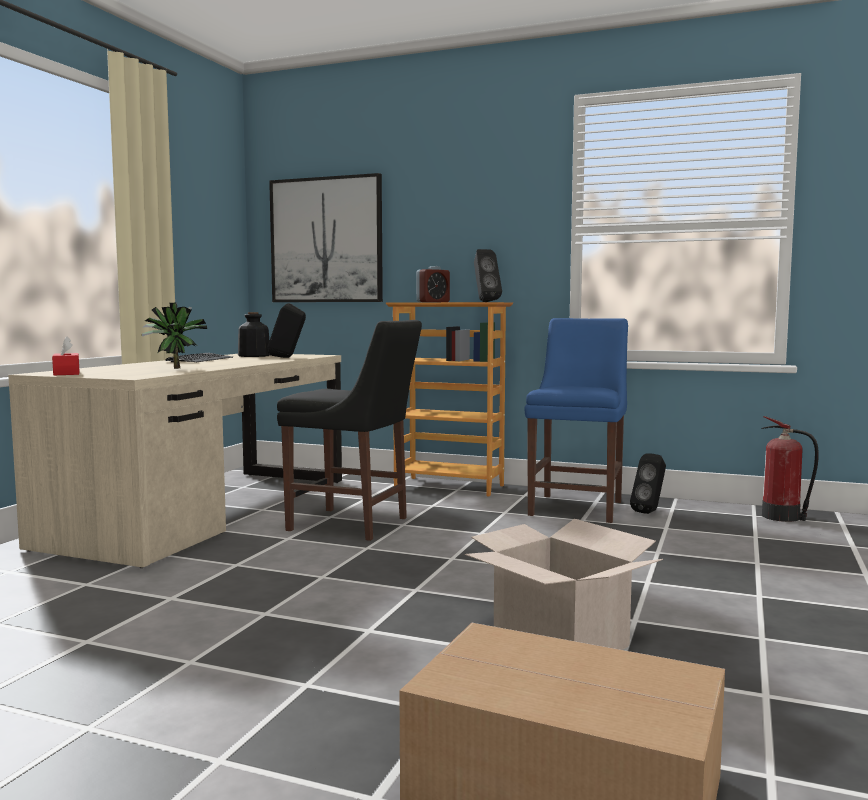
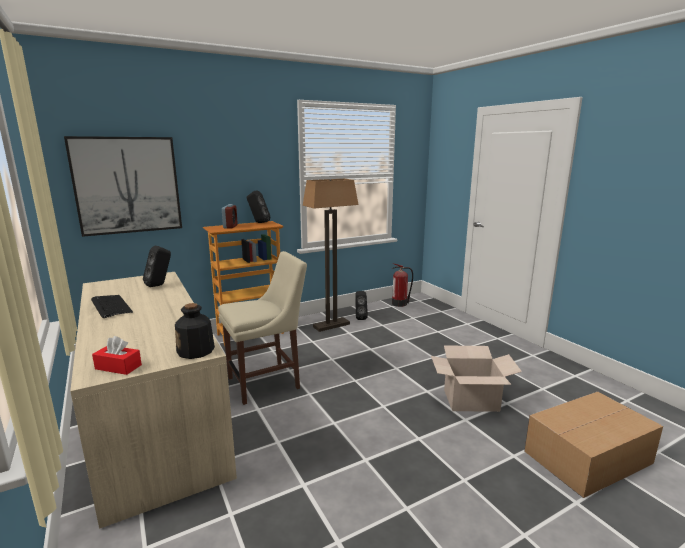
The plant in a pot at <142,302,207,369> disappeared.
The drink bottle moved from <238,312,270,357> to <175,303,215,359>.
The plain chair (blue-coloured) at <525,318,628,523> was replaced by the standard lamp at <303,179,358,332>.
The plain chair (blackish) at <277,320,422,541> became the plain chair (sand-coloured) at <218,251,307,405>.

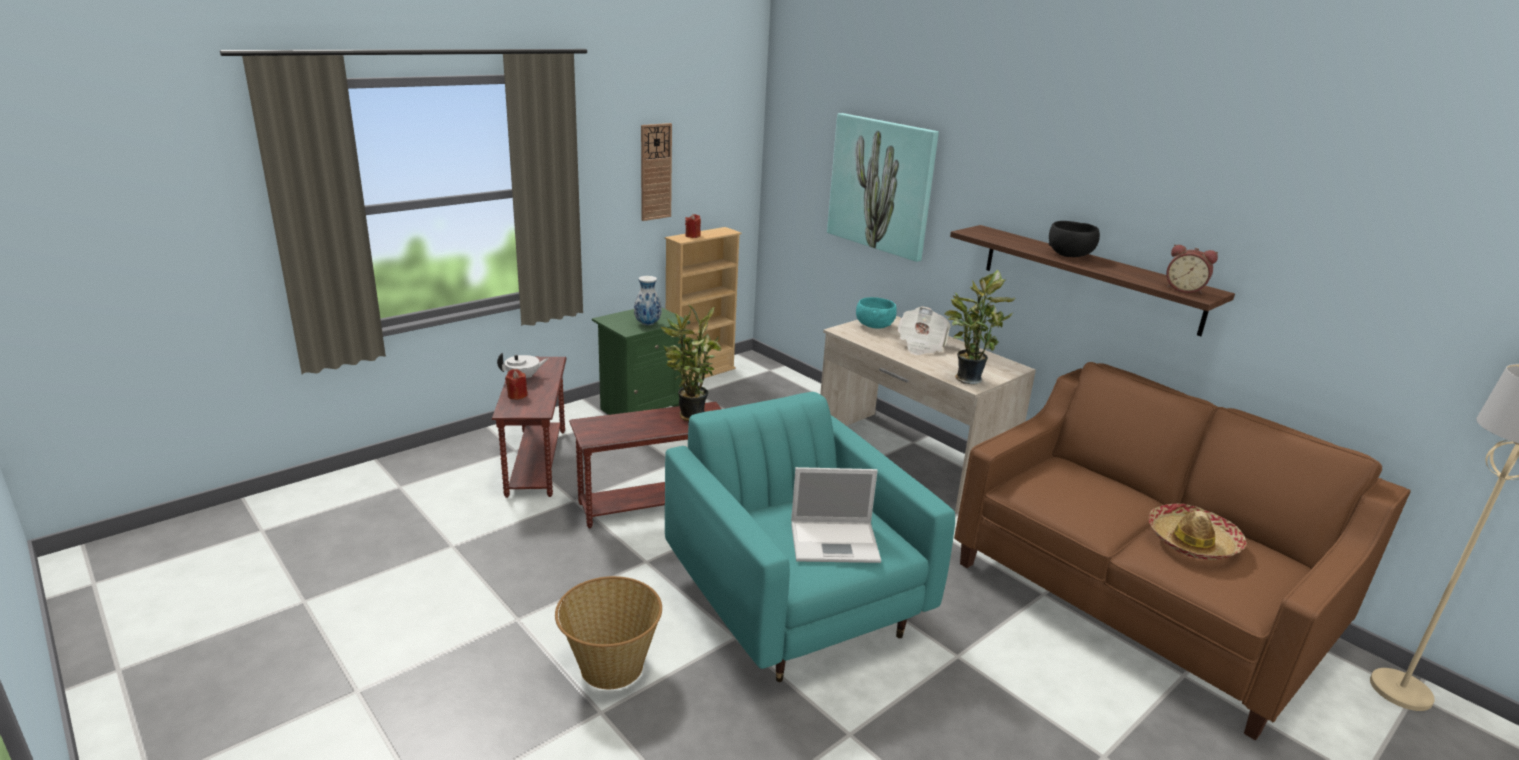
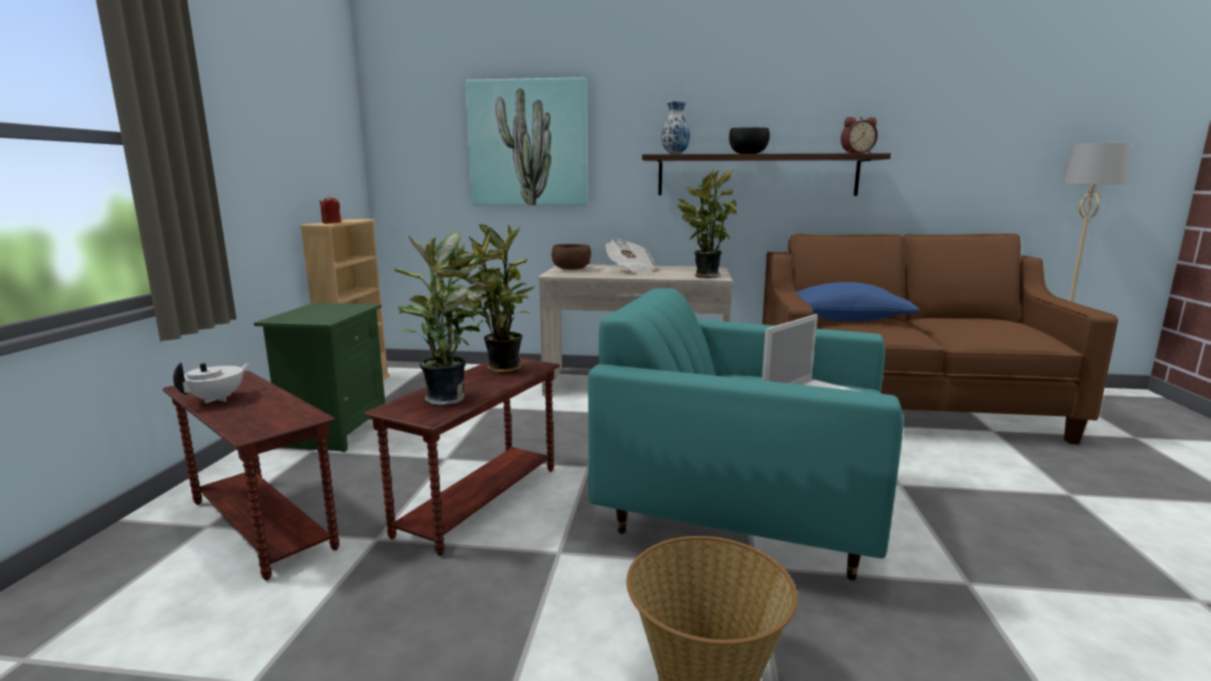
The wax candle (reddish) at <505,369,528,400> disappeared.
The hanging clock at <641,123,672,221> disappeared.
The wearable hat at <1149,503,1247,560> disappeared.
The plant in a pot at <394,232,490,406> appeared.
The pillow (blue-coloured) at <794,282,919,322> appeared.
The decorative vase moved from <634,276,662,325> to <662,100,690,154>.
The serving bowl (blue-green) at <856,297,897,329> became the serving bowl (brown) at <552,244,591,270>.

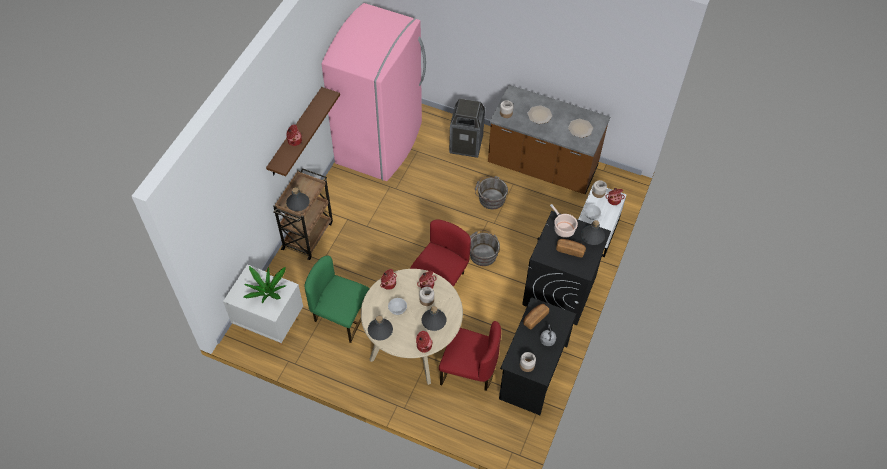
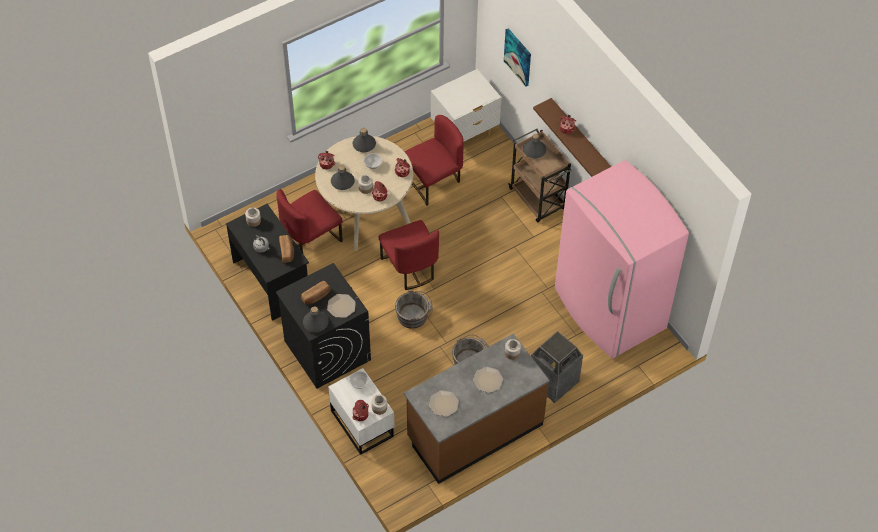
The plant in a pot at <243,266,286,303> disappeared.
The wall art at <504,28,531,87> appeared.
The cooking pot at <550,204,578,238> was replaced by the flat dish at <327,294,356,318>.
The plain chair (greenish) at <305,256,370,343> became the plain chair (reddish) at <405,115,464,206>.

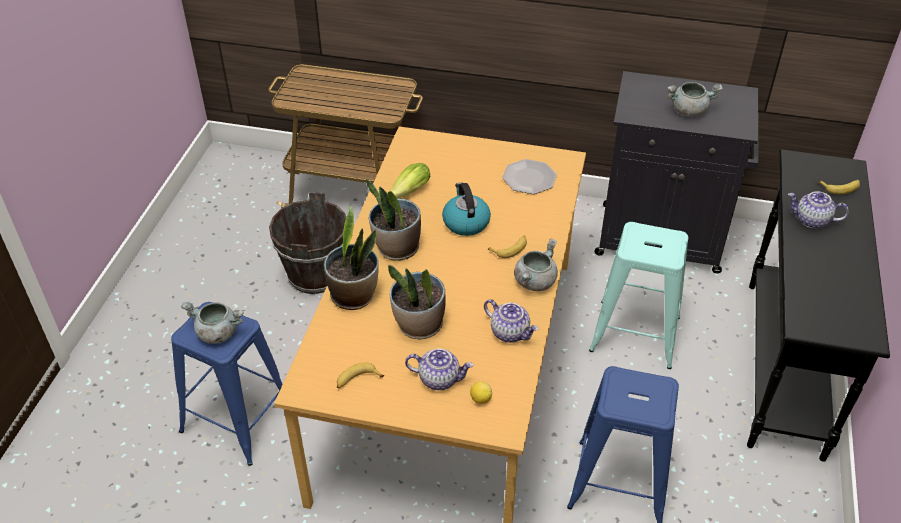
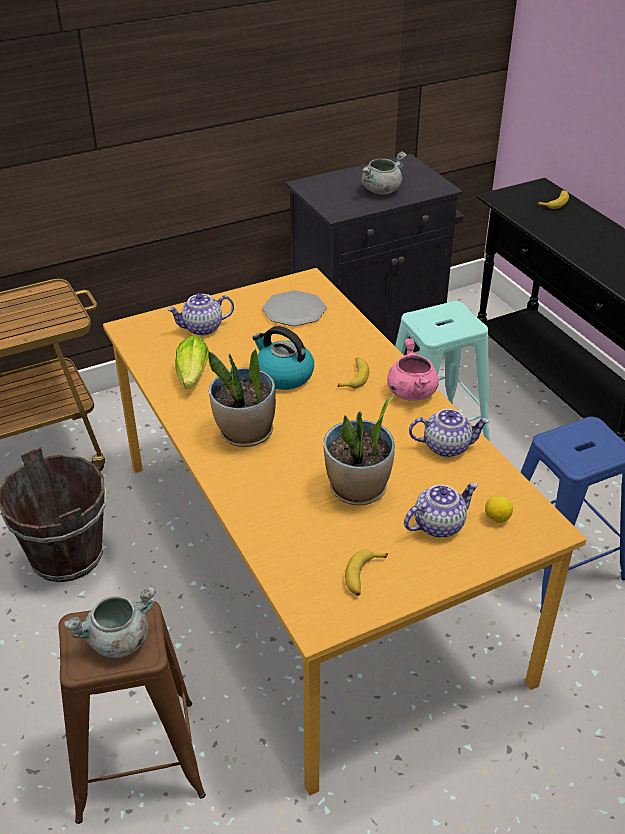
The plant in a pot at <324,206,379,310> disappeared.
The pot for tea moved from <788,191,849,229> to <167,293,234,336>.
The sitting stool (blue-coloured) at <171,302,283,466> became the sitting stool (brown) at <58,601,206,824>.
The cooking pot (grey) at <514,239,558,291> became the cooking pot (pink-coloured) at <387,339,439,401>.

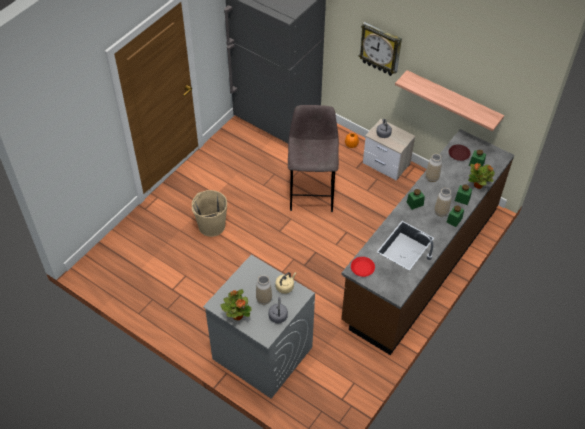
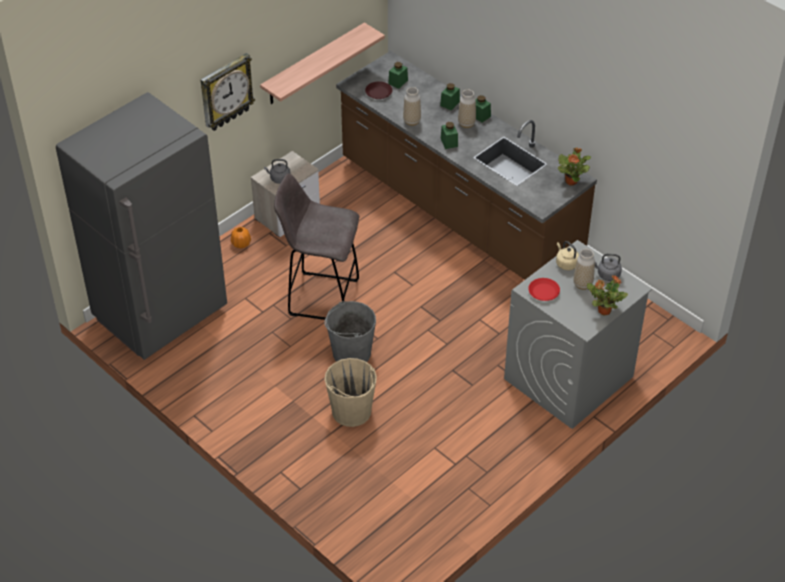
The bucket (grey) at <324,301,376,362> appeared.
The flat dish (reddish) moved from <351,257,375,277> to <528,278,560,301>.
The plant in a pot moved from <468,163,495,189> to <558,147,591,185>.

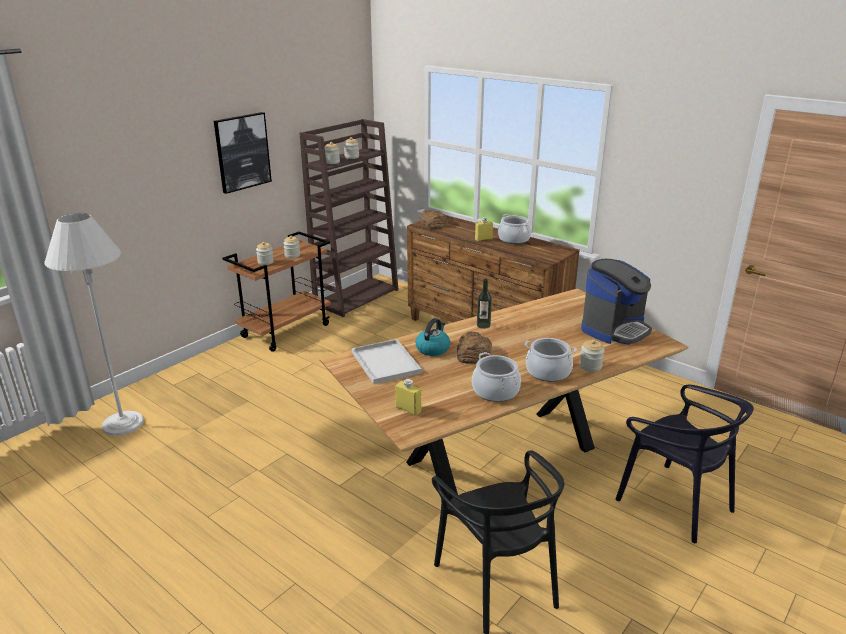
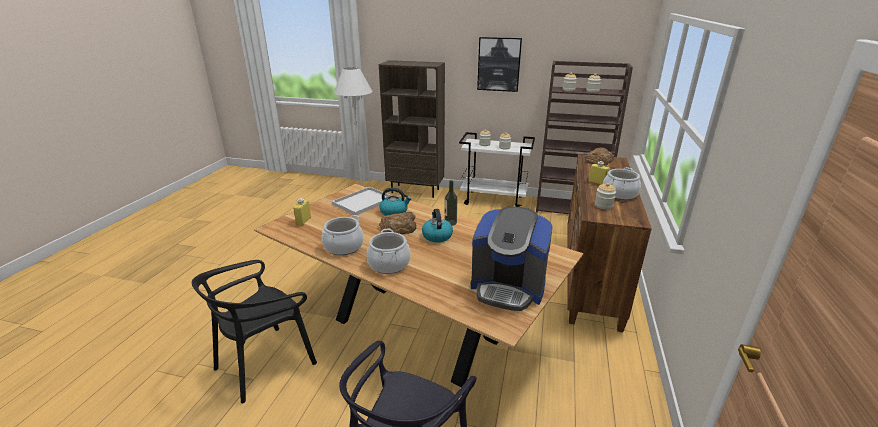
The bookcase (brown) at <379,60,445,198> appeared.
The tea kettle at <422,209,453,243> appeared.
The jar moved from <580,340,605,372> to <595,183,616,209>.
The cart (brown) at <222,232,331,352> became the cart (white-coloured) at <459,132,535,207>.

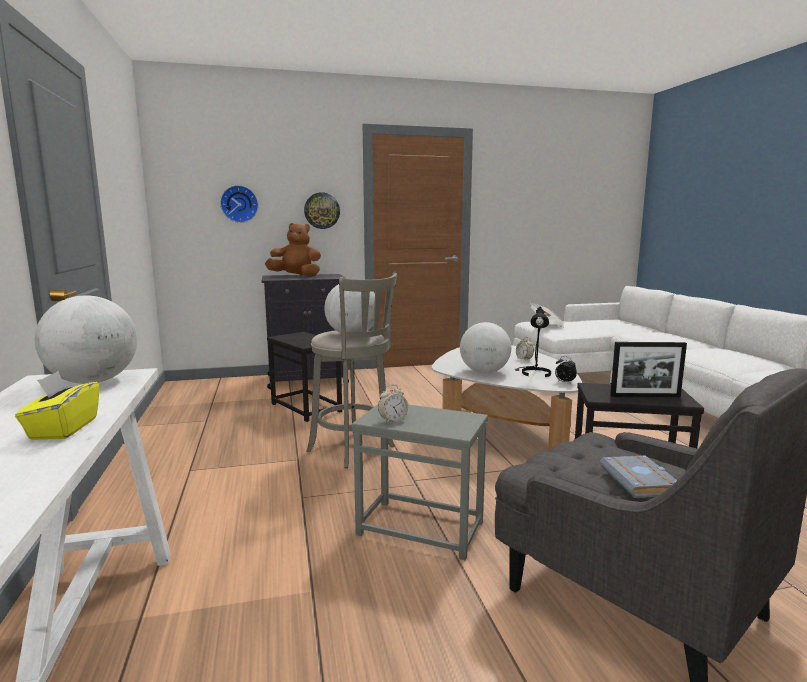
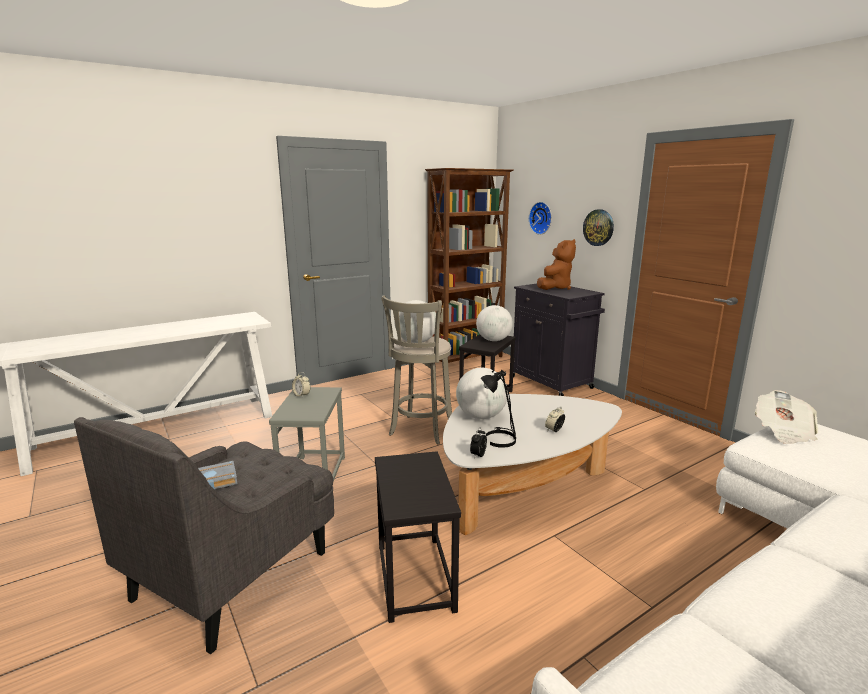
The tissue holder (yellow) at <15,371,99,440> disappeared.
The photo frame at <610,342,687,397> disappeared.
The bookcase (brown) at <425,168,514,363> appeared.
The desk globe moved from <35,296,137,384> to <476,305,513,341>.
The plush toy (brown) at <265,223,321,277> turned 45 degrees clockwise.

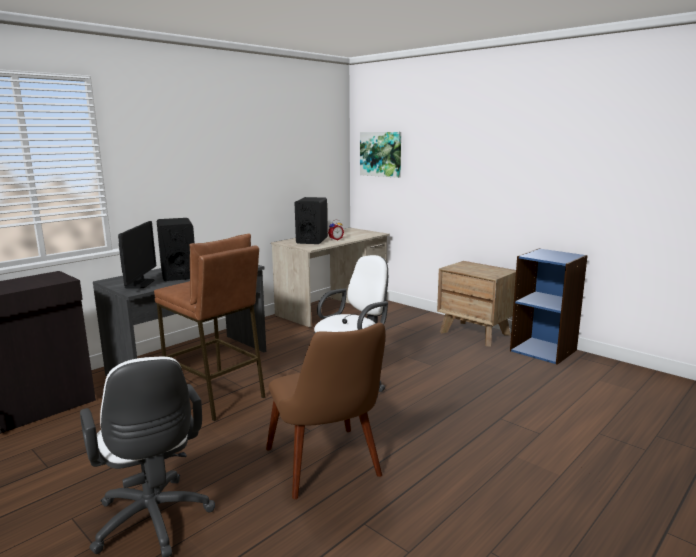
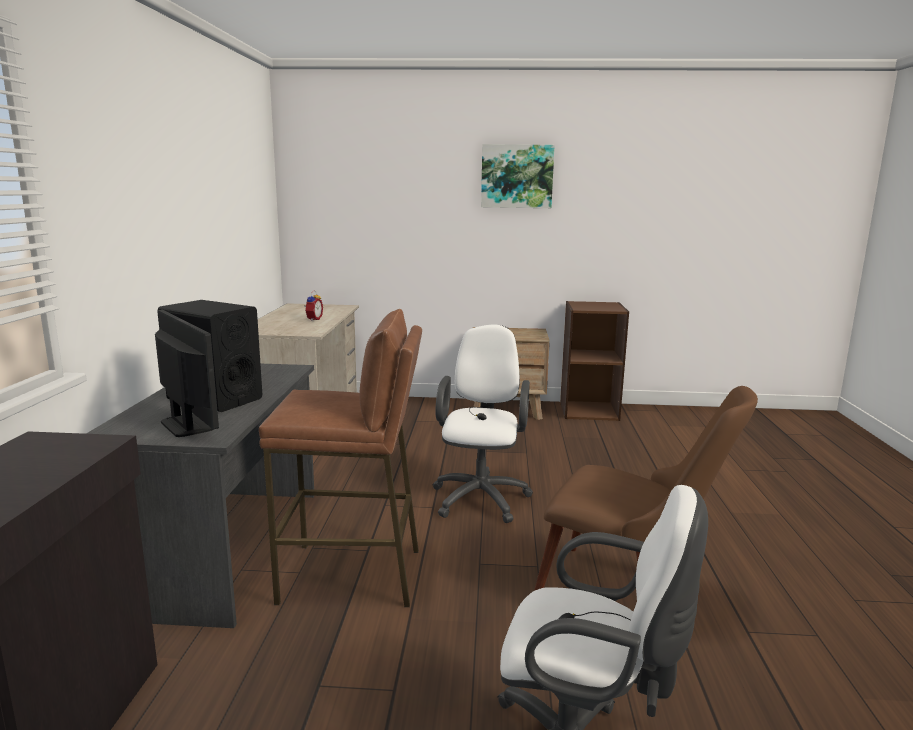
The audio speaker (blackish) at <295,197,328,244> disappeared.
The wall art moved from <360,132,401,178> to <481,144,555,208>.
The bookcase (blue-coloured) at <510,248,588,365> became the bookcase (brown) at <560,301,629,421>.

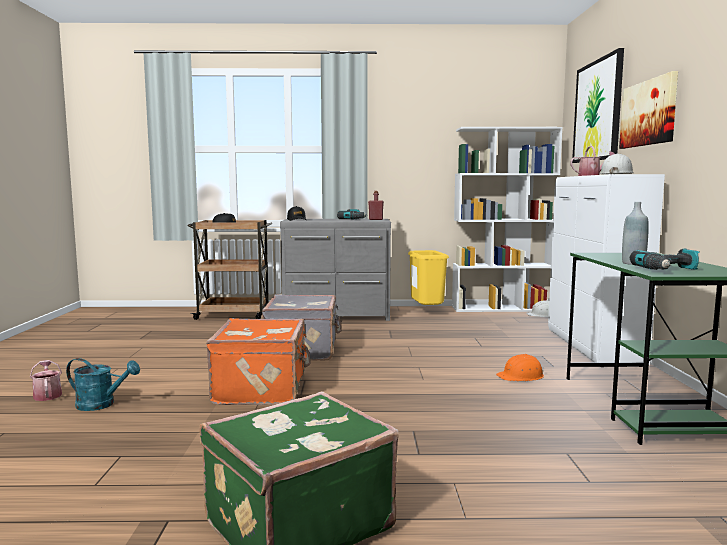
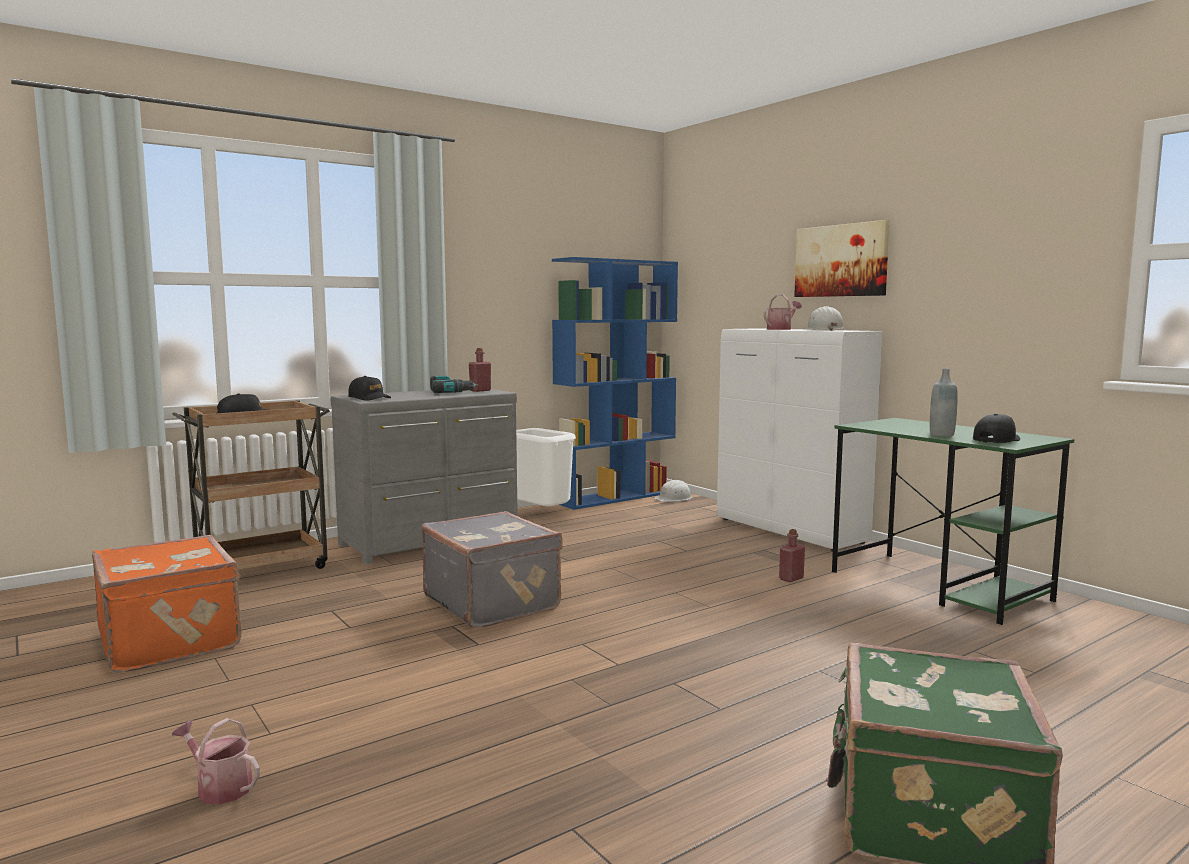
The sprinkling can (blue-green) at <66,358,140,411> disappeared.
The wall art at <572,48,624,163> disappeared.
The piece of luggage (orange-coloured) moved from <206,318,311,405> to <92,535,241,673>.
The safety helmet (orange-coloured) at <496,354,544,381> was replaced by the drink bottle (reddish) at <779,529,805,582>.
The electric drill at <630,249,699,270> was replaced by the peaked cap (blackish) at <973,414,1020,443>.
The rubbish bin (yellow) at <408,250,449,305> became the rubbish bin (white-coloured) at <516,428,576,506>.
The bookcase (white-coloured) at <452,127,563,312> became the bookcase (blue-coloured) at <552,257,678,510>.

